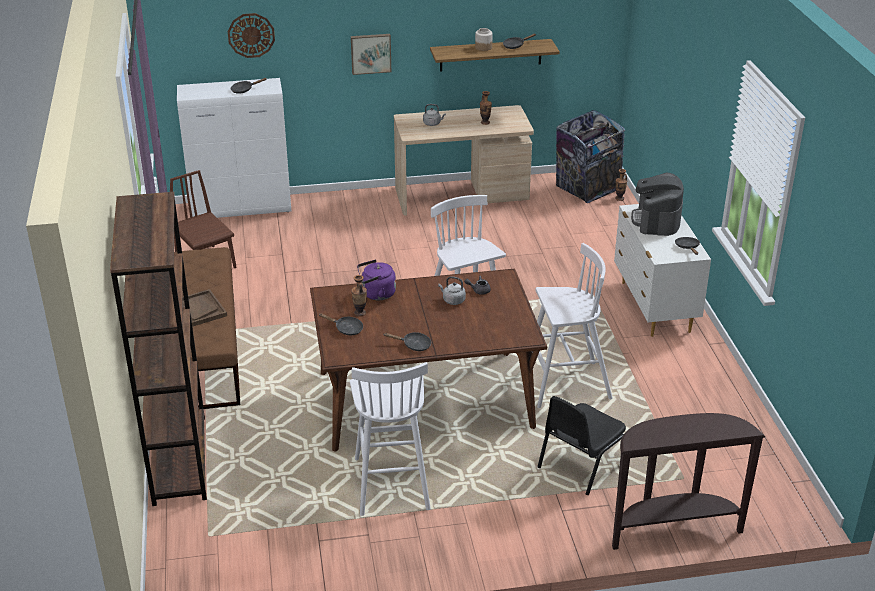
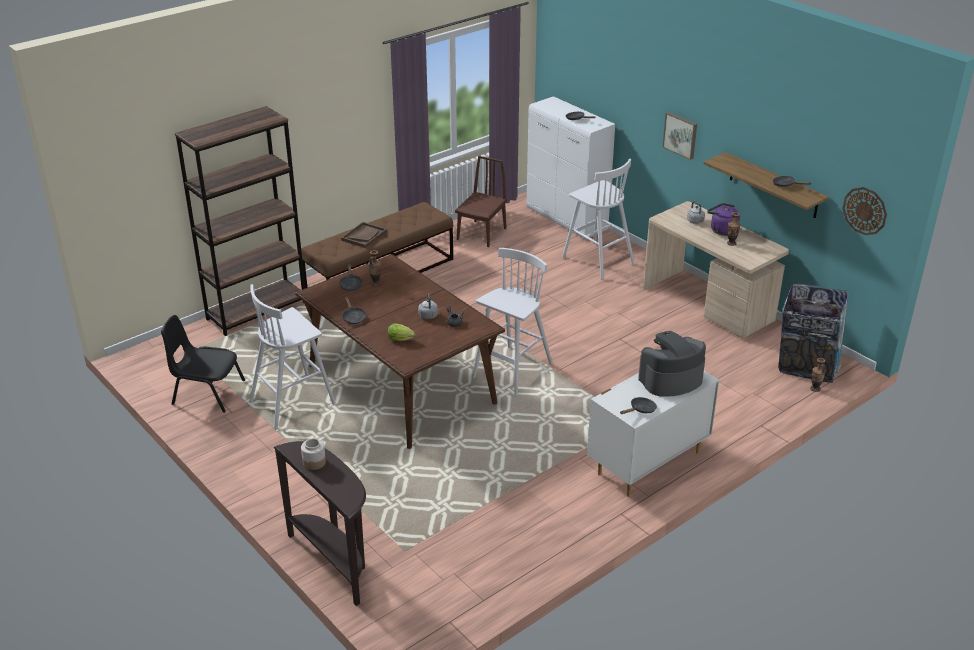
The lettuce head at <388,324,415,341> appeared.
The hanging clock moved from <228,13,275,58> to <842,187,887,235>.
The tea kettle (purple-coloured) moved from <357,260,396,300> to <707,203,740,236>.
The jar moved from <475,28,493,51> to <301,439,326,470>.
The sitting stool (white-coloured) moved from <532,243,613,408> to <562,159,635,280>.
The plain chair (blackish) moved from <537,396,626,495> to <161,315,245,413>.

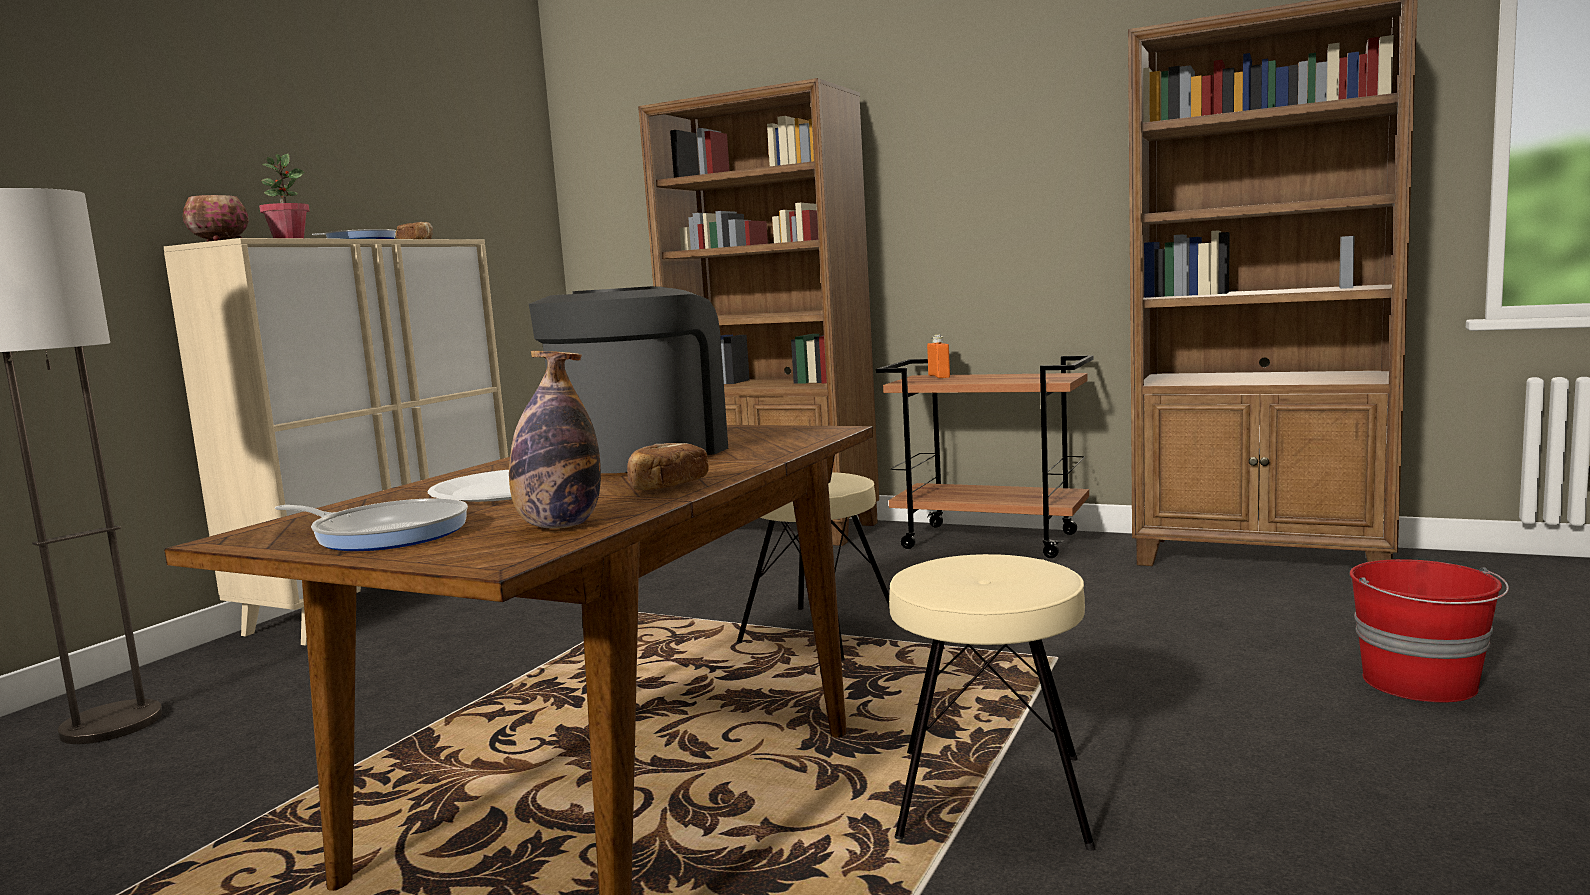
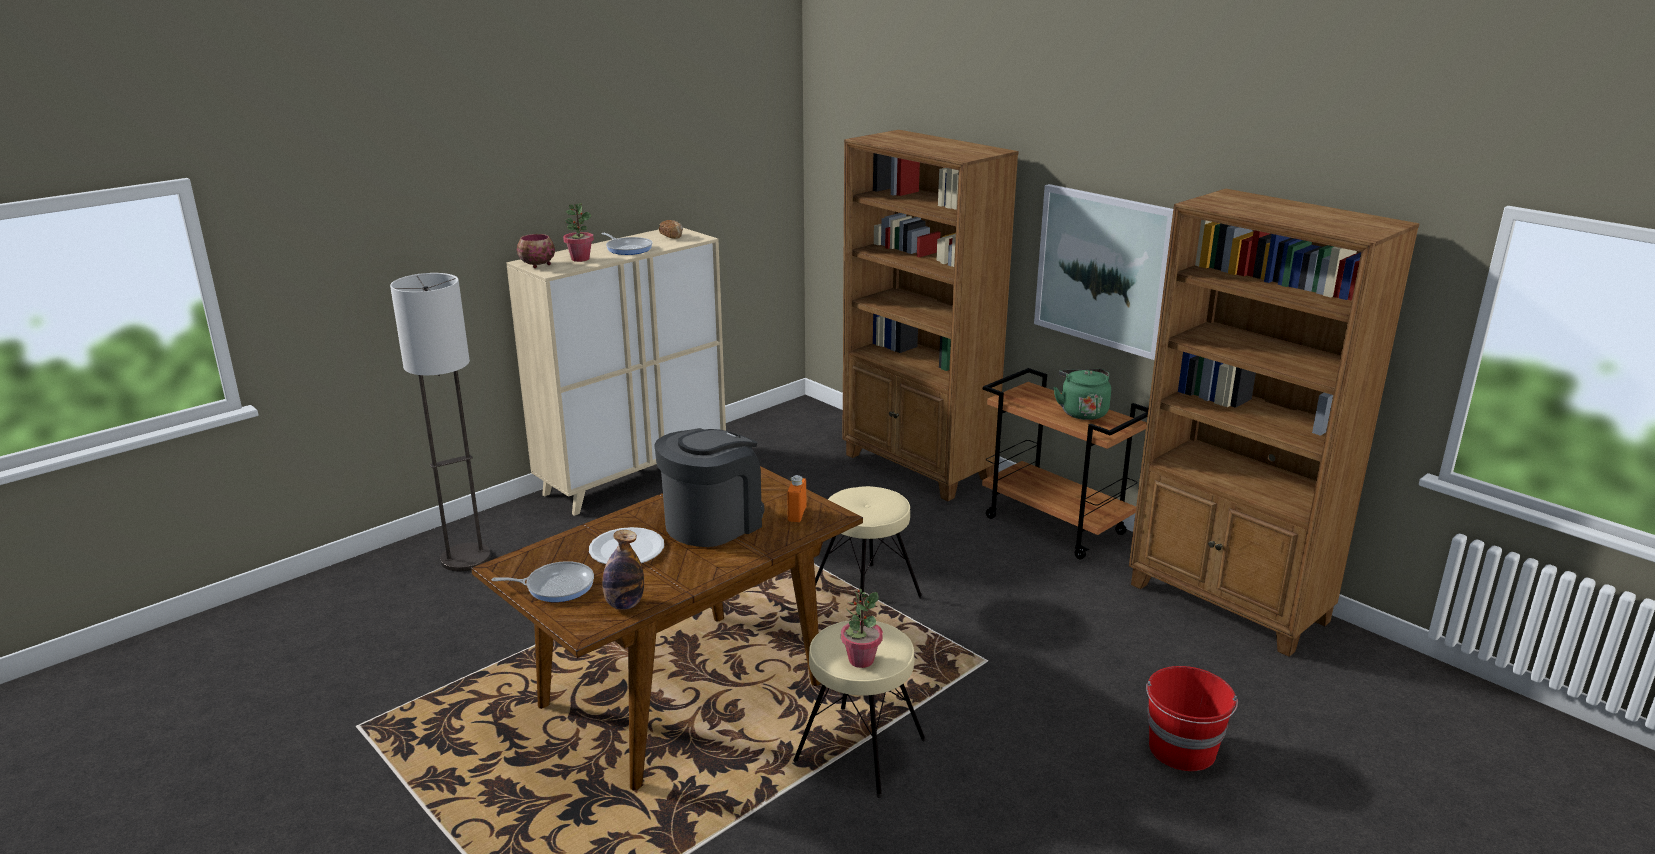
The bread at <627,443,709,490> disappeared.
The plant in a pot at <841,589,883,668> appeared.
The wall art at <1034,184,1173,360> appeared.
The tea kettle (greenish) at <1053,369,1111,420> appeared.
The drink bottle (orange-coloured) moved from <927,335,950,378> to <787,475,807,522>.
The skillet at <275,498,468,551> turned 45 degrees counterclockwise.

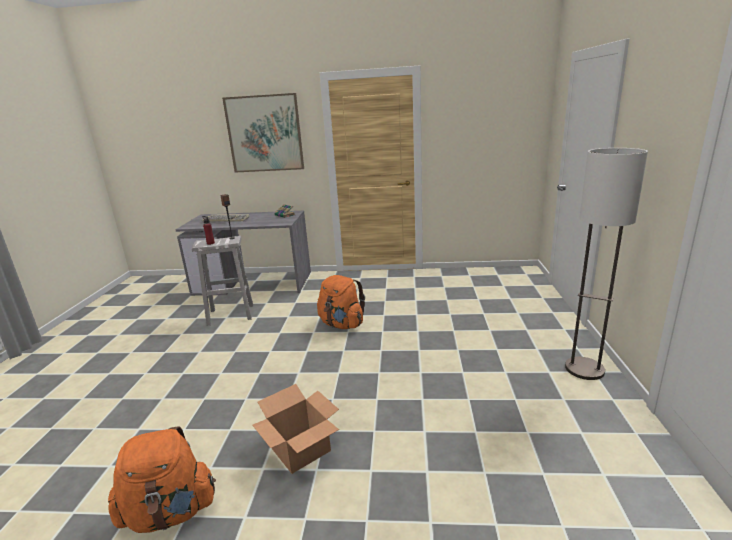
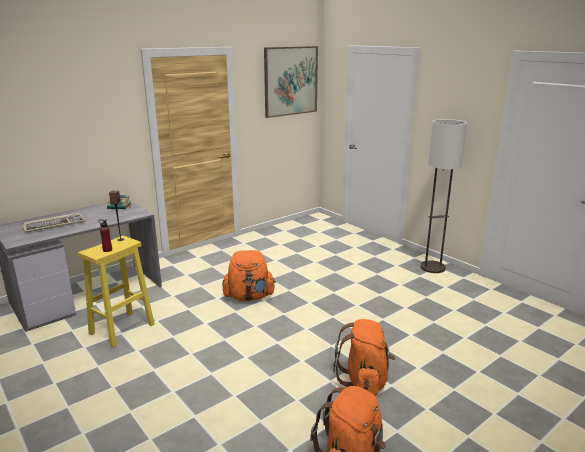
The wall art moved from <222,93,304,173> to <264,46,318,118>.
The packing box at <253,384,339,474> was replaced by the knapsack (orange-coloured) at <333,319,395,396>.
The sitting stool (white-coloured) at <191,236,253,326> became the sitting stool (yellow) at <78,236,155,348>.

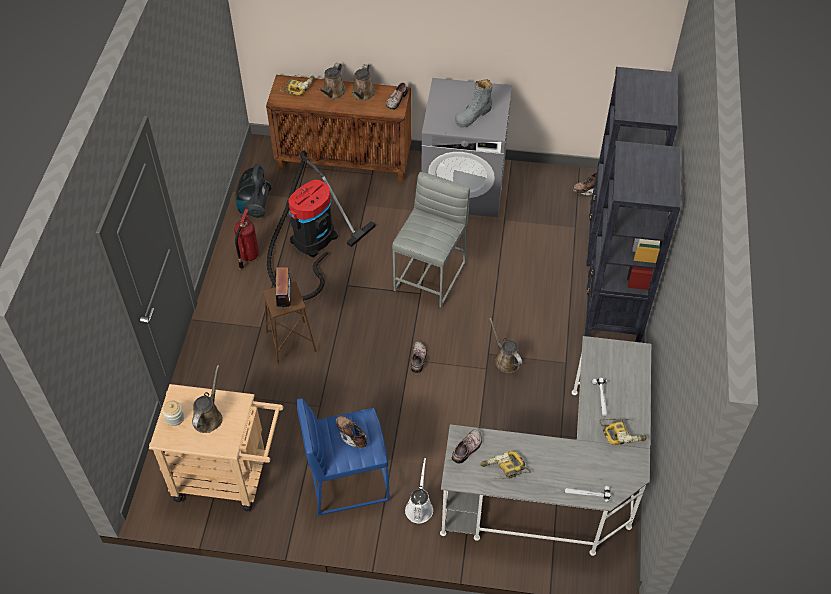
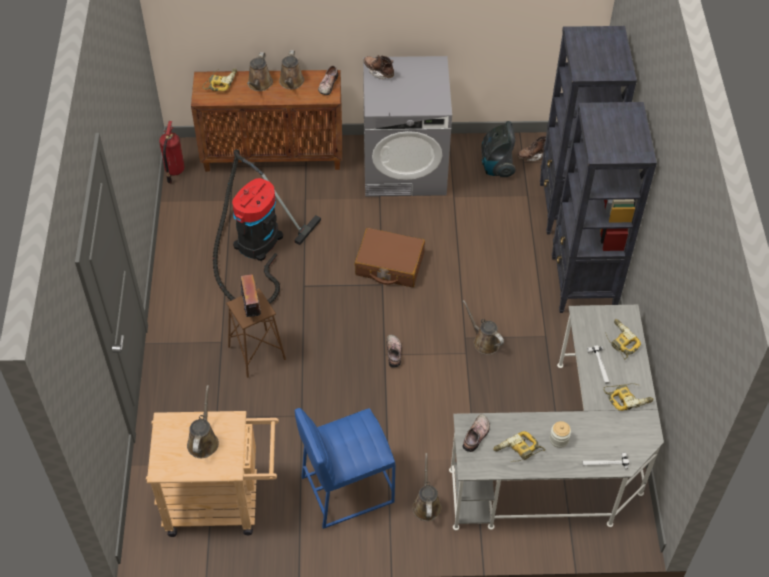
The tall boot (grey) at <455,79,492,127> disappeared.
The electric drill at <605,319,641,359> appeared.
The jar moved from <163,401,184,426> to <550,421,571,448>.
The fire-fighting cylinder moved from <234,209,259,269> to <159,121,185,184>.
The vacuum moved from <235,164,272,218> to <481,121,516,177>.
The tall boot (brown) moved from <336,416,367,448> to <363,55,394,80>.
The sitting stool (grey) at <392,172,470,307> was replaced by the piece of luggage (brown) at <355,228,425,287>.
The sprinkling can (white-coloured) at <405,458,433,524> became the sprinkling can (brown) at <412,453,442,521>.

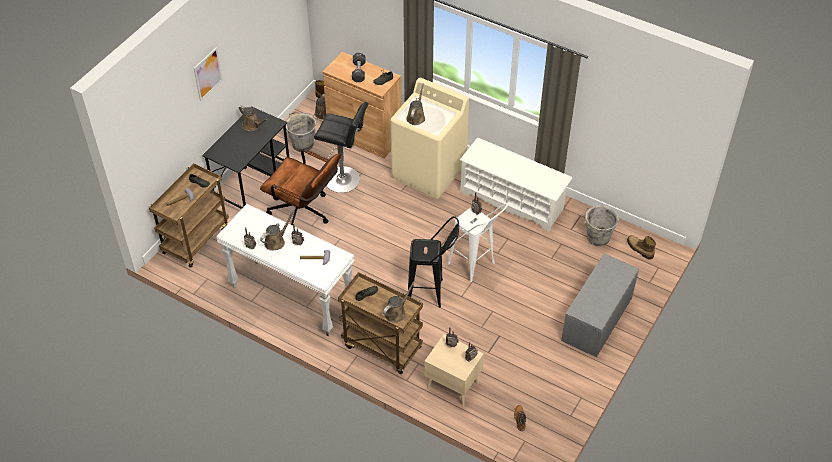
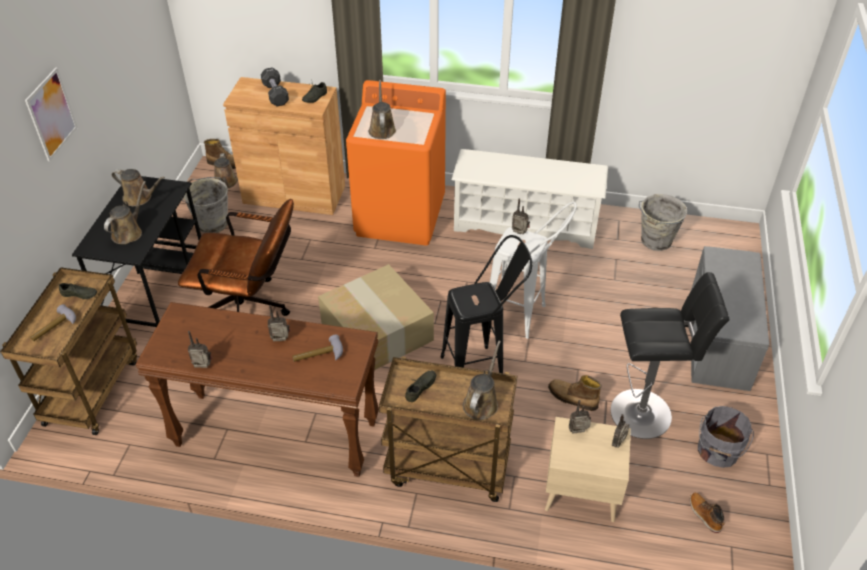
The packing box at <318,264,434,370> appeared.
The bucket (grey) at <698,406,754,468> appeared.
The sprinkling can (brown) moved from <260,211,295,251> to <104,181,146,244>.
The sitting stool (blackish) moved from <314,102,368,193> to <611,272,730,439>.
The tall boot moved from <627,235,656,259> to <548,375,602,411>.
The console table (white-coloured) at <216,204,355,336> became the console table (brown) at <135,302,379,477>.
The laundry appliance (sand-coloured) at <390,78,469,199> became the laundry appliance (orange-coloured) at <346,80,446,246>.

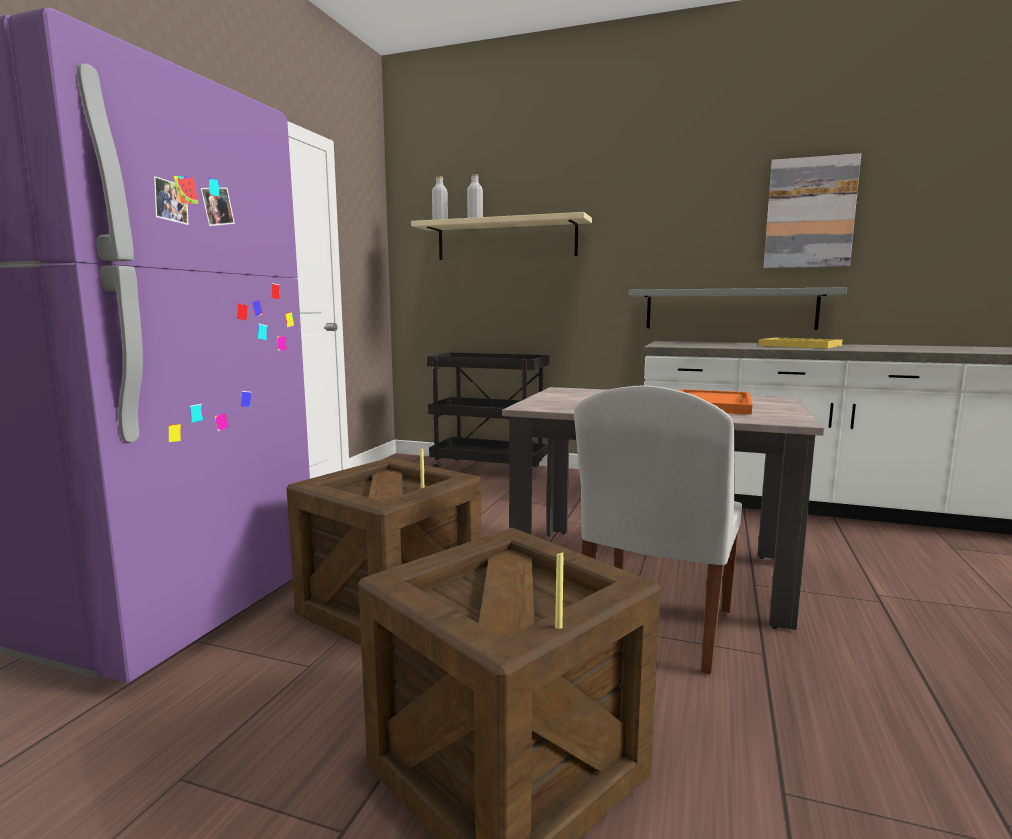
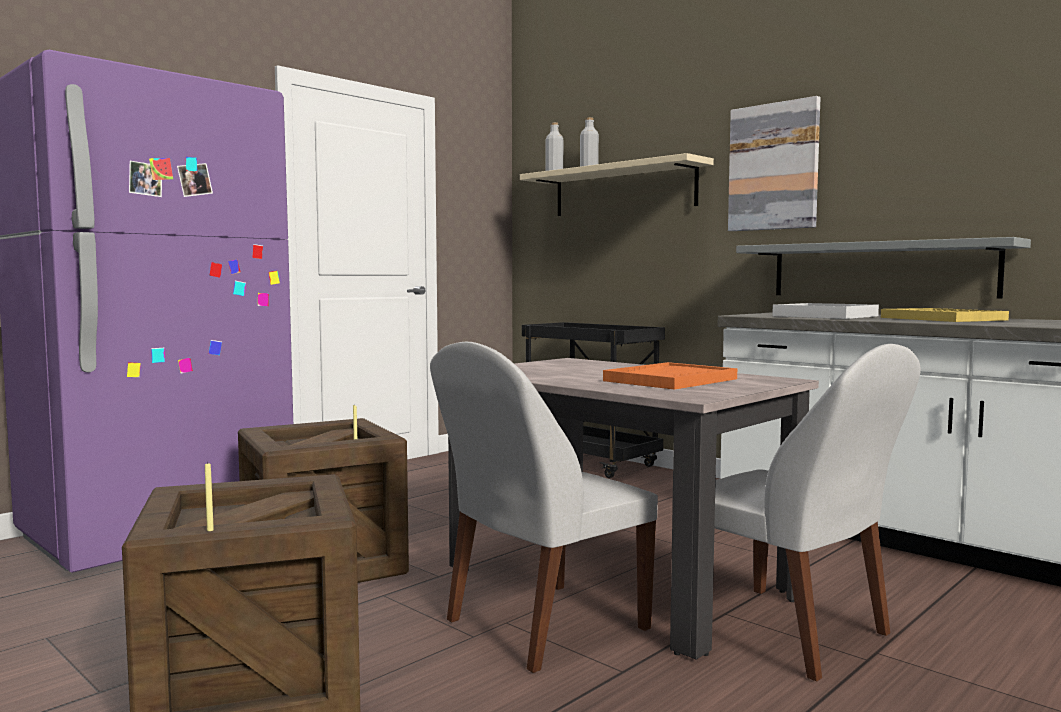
The plain chair (white-coloured) at <714,344,921,681> appeared.
The tray (white-coloured) at <772,303,879,319> appeared.
The wall art moved from <764,153,861,268> to <728,96,821,231>.

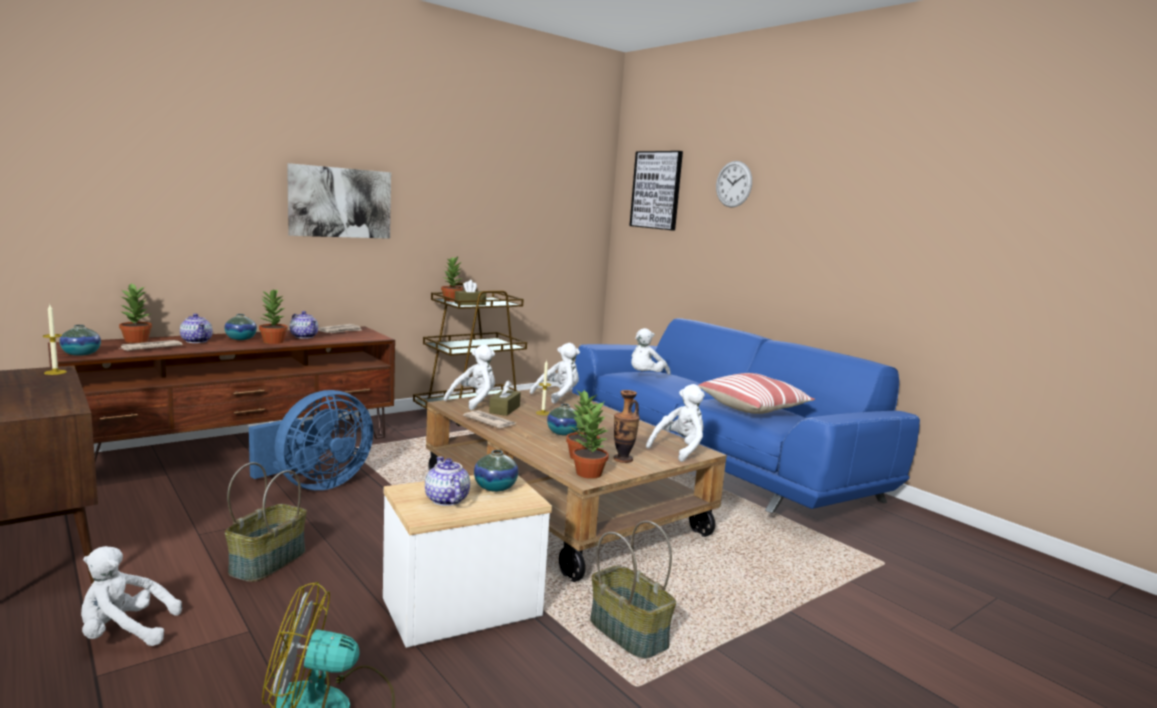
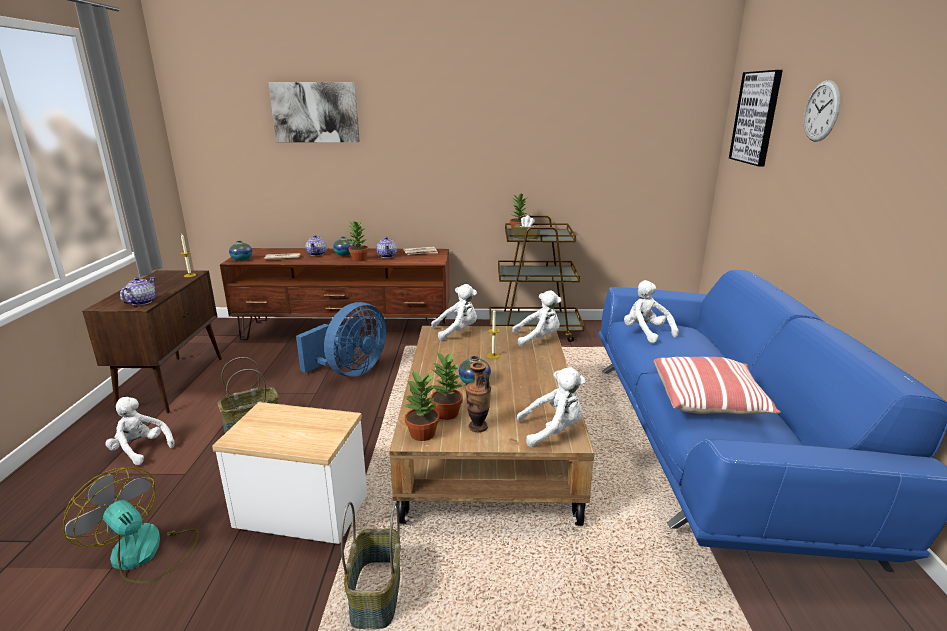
The plant in a pot at <119,283,152,343> disappeared.
The newspaper at <463,410,516,428> disappeared.
The decorative vase at <474,450,518,492> disappeared.
The tissue holder (brown) at <489,380,521,416> disappeared.
The wall art moved from <287,163,391,239> to <268,82,360,142>.
The pot for tea moved from <425,457,470,506> to <120,277,156,305>.
The fan (blue-coloured) at <249,390,373,490> turned 45 degrees counterclockwise.
The plush toy (white-coloured) at <631,328,671,375> turned 75 degrees clockwise.

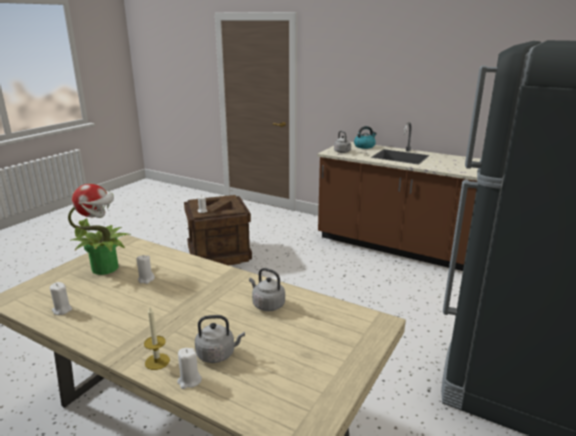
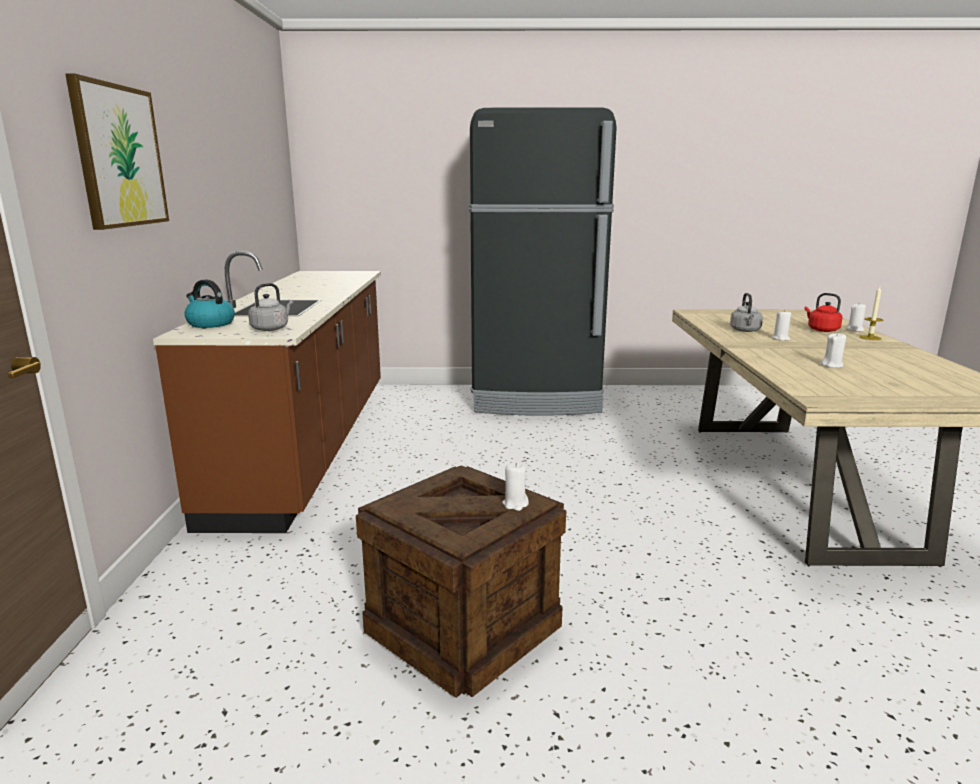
The plant in a pot at <68,184,131,275> disappeared.
The wall art at <65,73,169,230> appeared.
The wax candle (white-coloured) moved from <49,282,72,315> to <772,310,791,341>.
The tea kettle (grey) at <195,315,245,363> became the tea kettle (reddish) at <804,293,842,332>.

